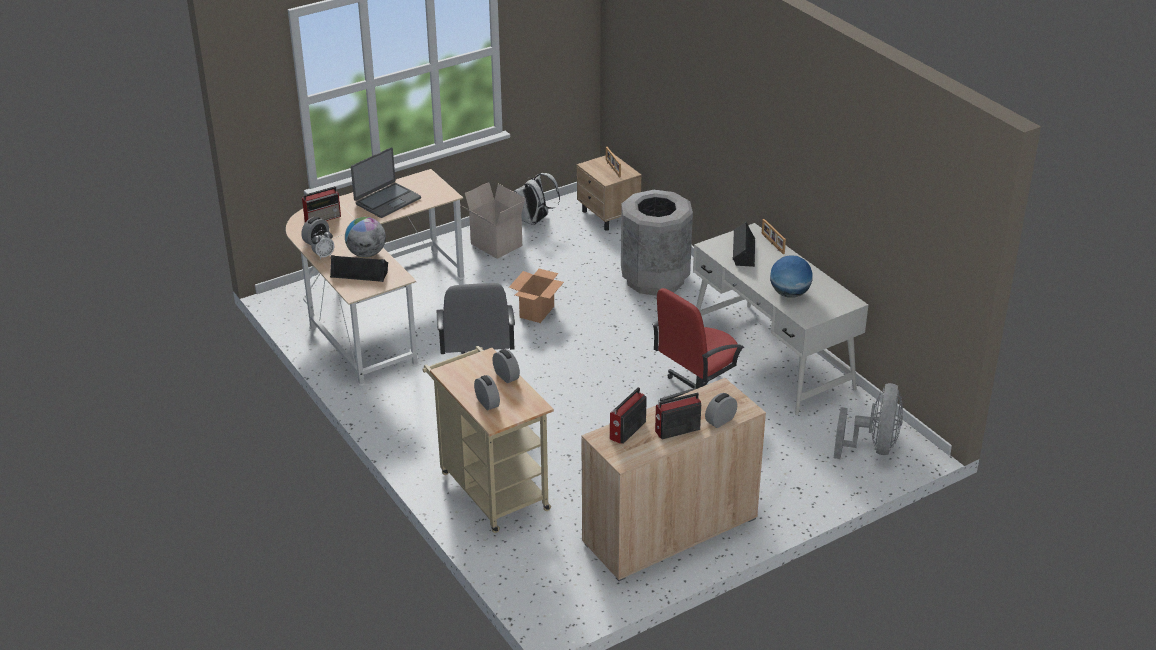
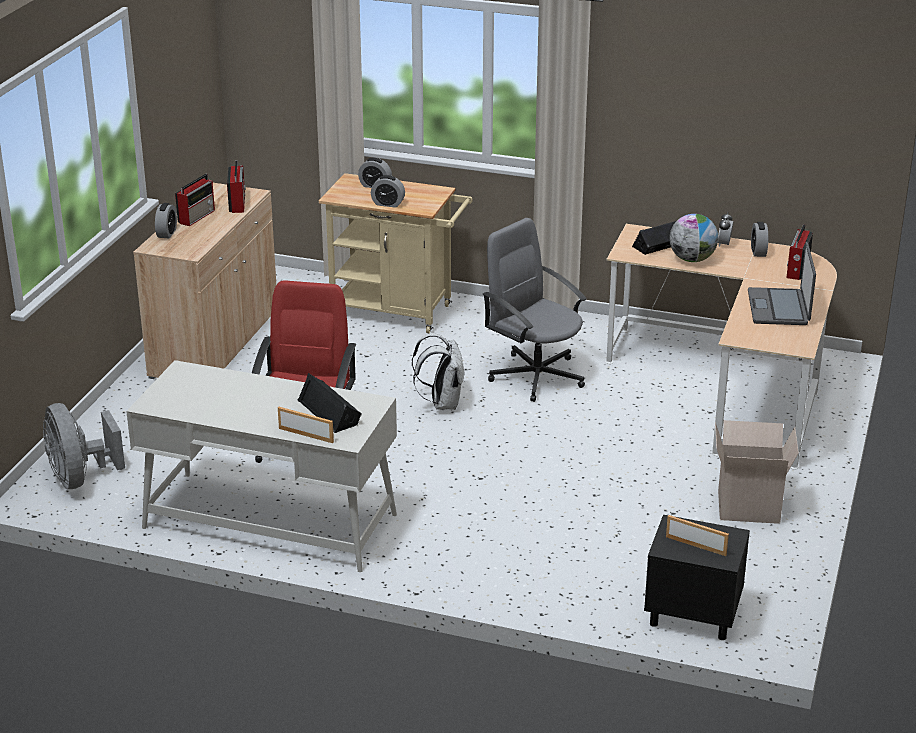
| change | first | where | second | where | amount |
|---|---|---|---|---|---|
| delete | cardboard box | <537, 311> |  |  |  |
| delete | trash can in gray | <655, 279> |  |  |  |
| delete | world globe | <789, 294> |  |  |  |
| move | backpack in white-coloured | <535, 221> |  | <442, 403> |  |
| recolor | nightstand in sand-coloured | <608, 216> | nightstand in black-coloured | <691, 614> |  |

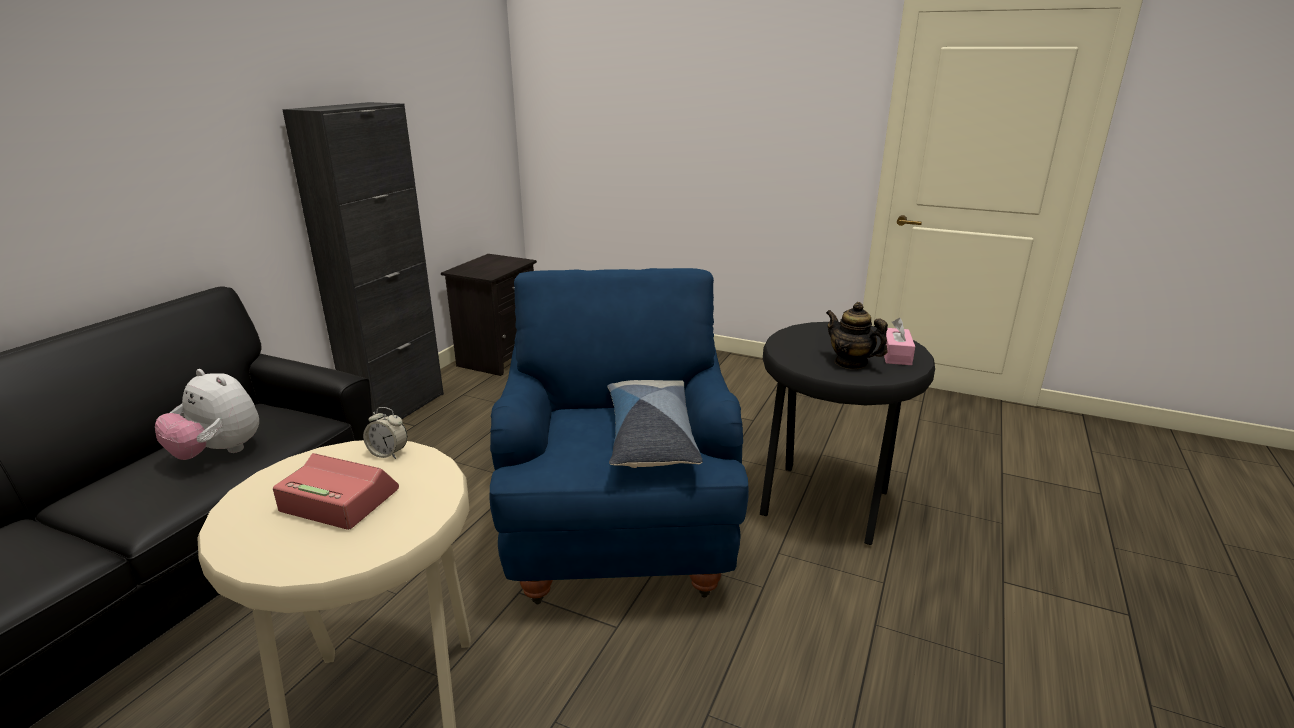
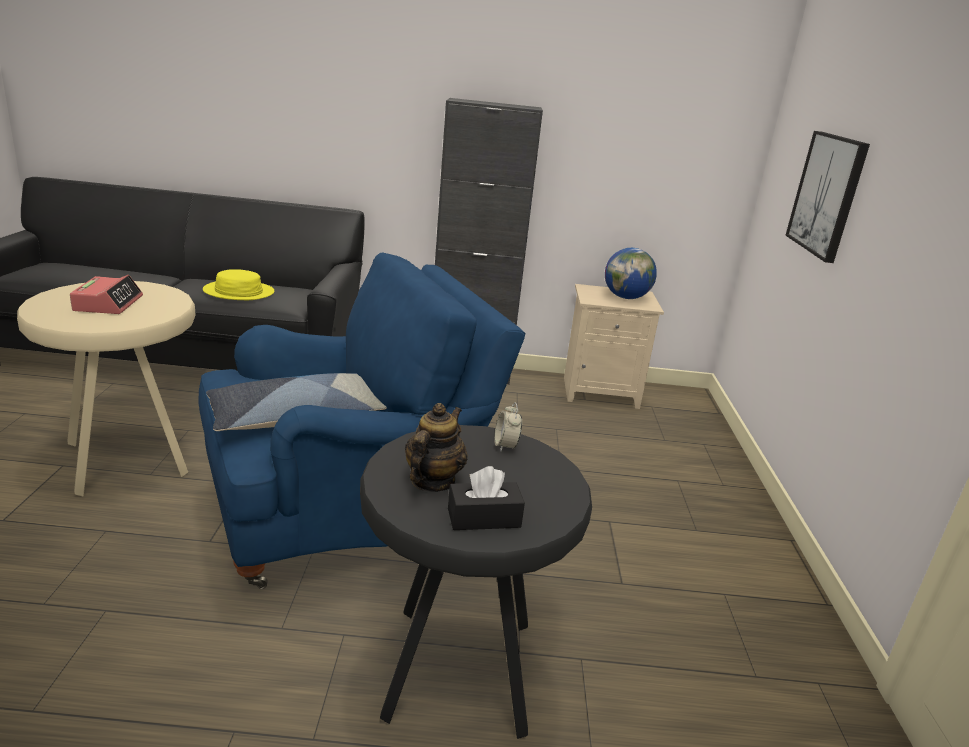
| change | first | where | second | where | amount |
|---|---|---|---|---|---|
| insert |  |  | world globe | <626, 297> |  |
| insert |  |  | picture | <827, 194> |  |
| move | table clock | <388, 453> |  | <506, 446> |  |
| replace | cuddly toy | <219, 452> | wearable hat in yellowish | <238, 292> |  |
| recolor | nightstand in black-coloured | <498, 357> | nightstand in sand-coloured | <601, 392> |  |
| recolor | tissue box in pink | <896, 355> | tissue box in black-coloured | <484, 518> |  |

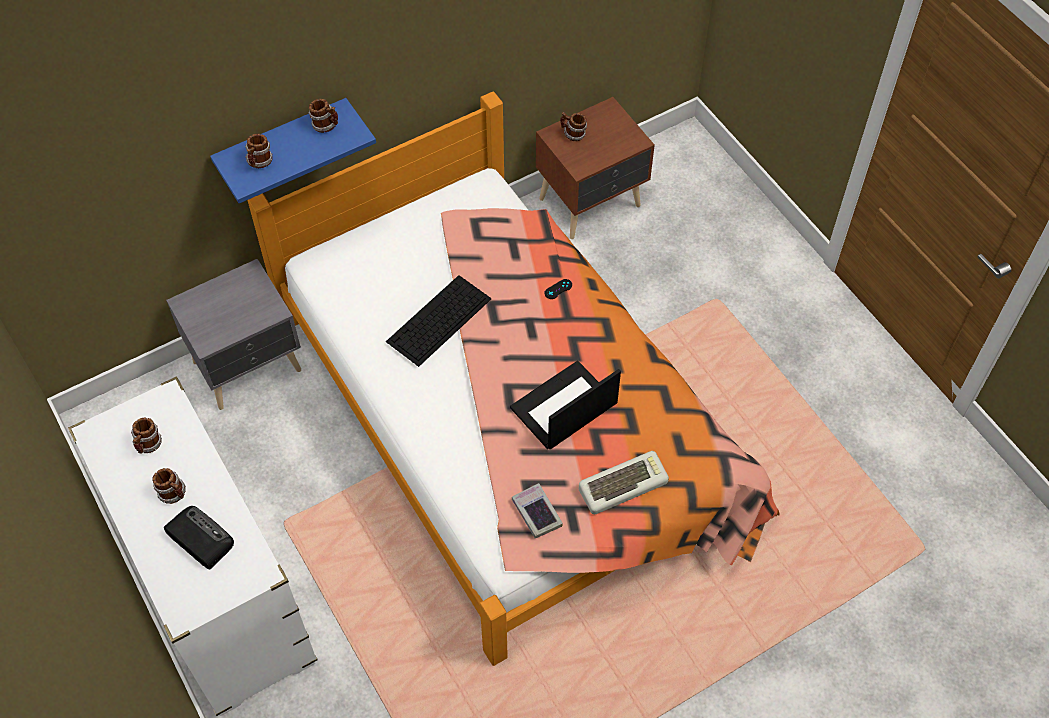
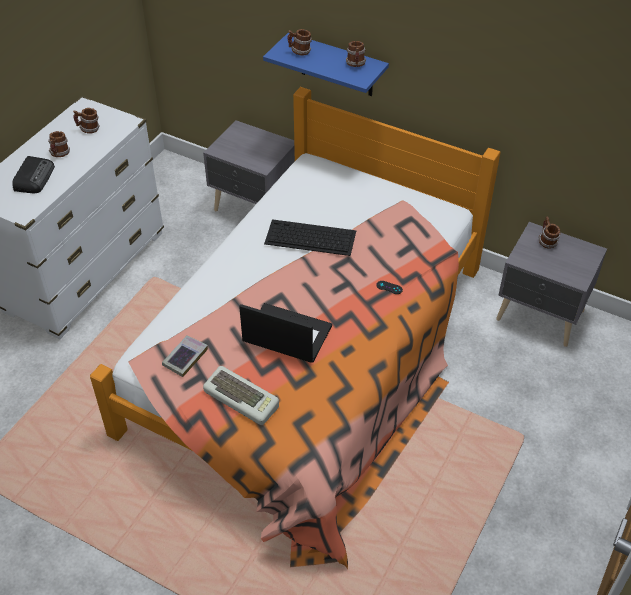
| change | first | where | second | where | amount |
|---|---|---|---|---|---|
| recolor | nightstand in brown | <592, 203> | nightstand in gray | <540, 317> |  |

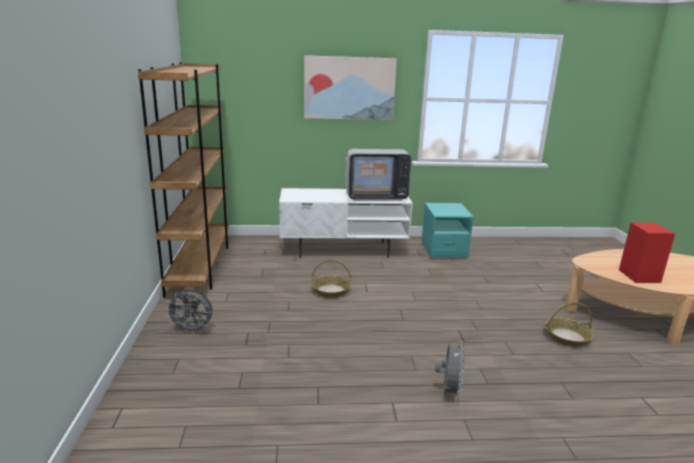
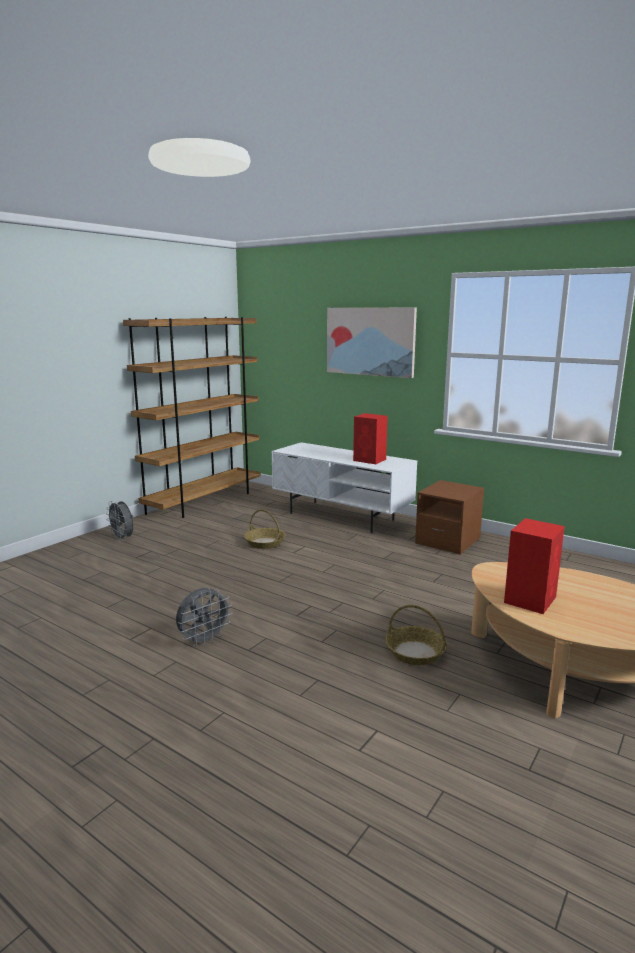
| change | first | where | second | where | amount |
|---|---|---|---|---|---|
| replace | TV set | <375, 195> | audio speaker in red | <370, 460> |  |
| recolor | nightstand in blue-green | <443, 250> | nightstand in brown | <448, 541> |  |

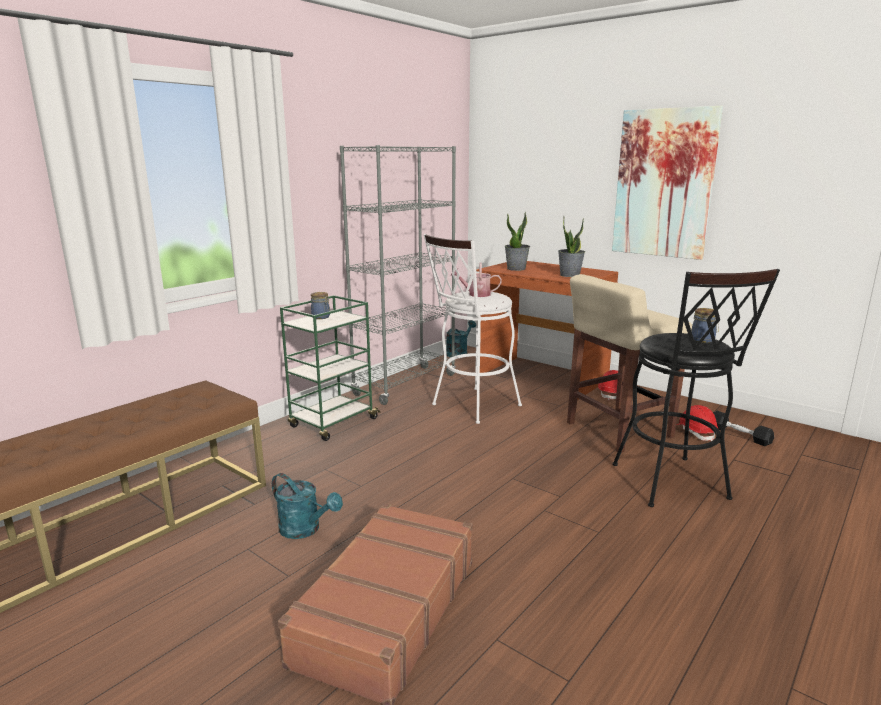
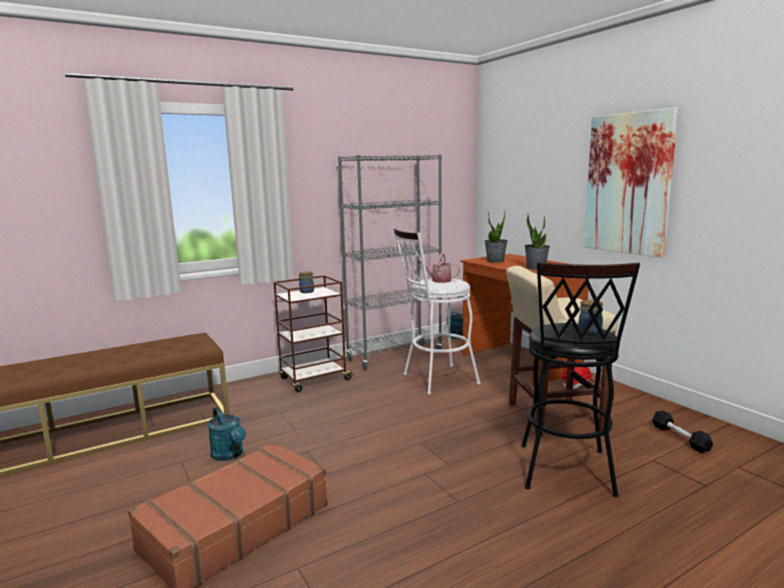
| change | first | where | second | where | amount |
|---|---|---|---|---|---|
| delete | safety helmet in red | <695, 432> |  |  |  |
| recolor | cart in green | <333, 423> | cart in brown | <314, 379> |  |

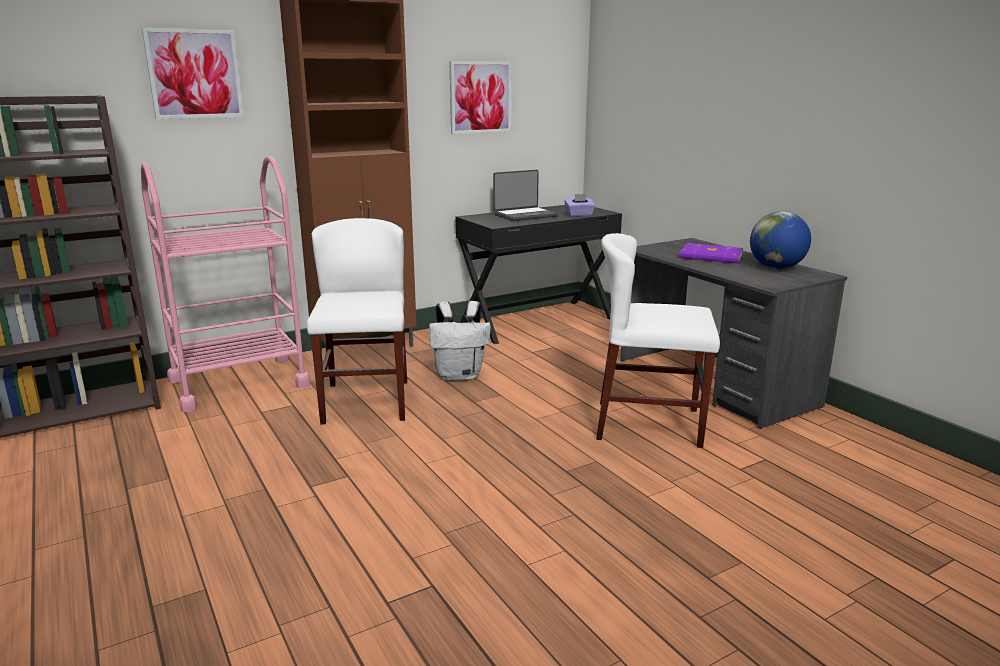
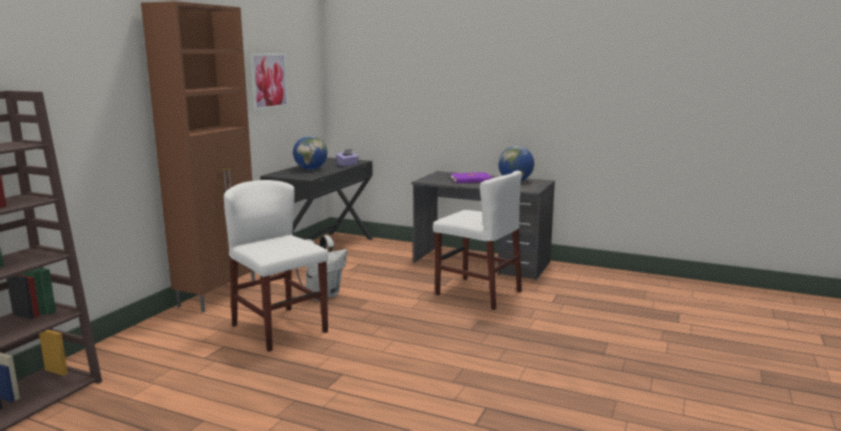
| change | first | where | second | where | amount |
|---|---|---|---|---|---|
| delete | cart in pink | <238, 383> |  |  |  |
| delete | picture | <194, 74> |  |  |  |
| replace | laptop | <524, 215> | world globe | <310, 169> |  |
| rotate | upright chair in white-coloured | <648, 424> |  | <478, 293> | 120 degrees counterclockwise |

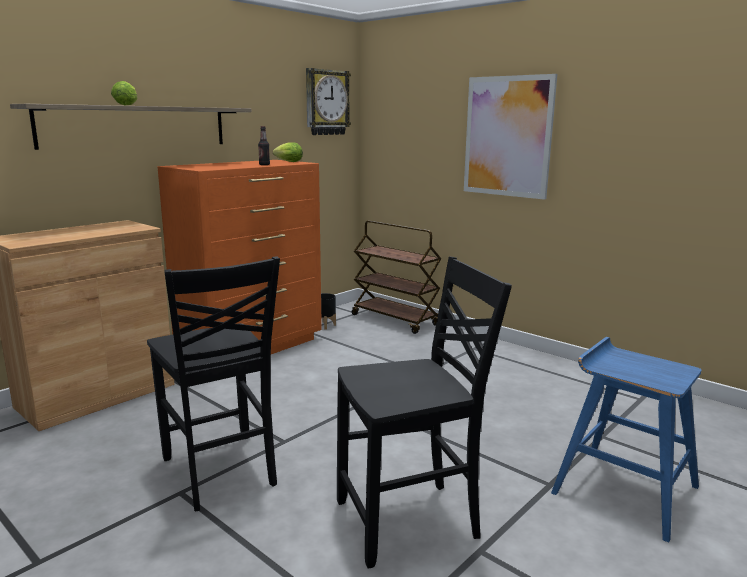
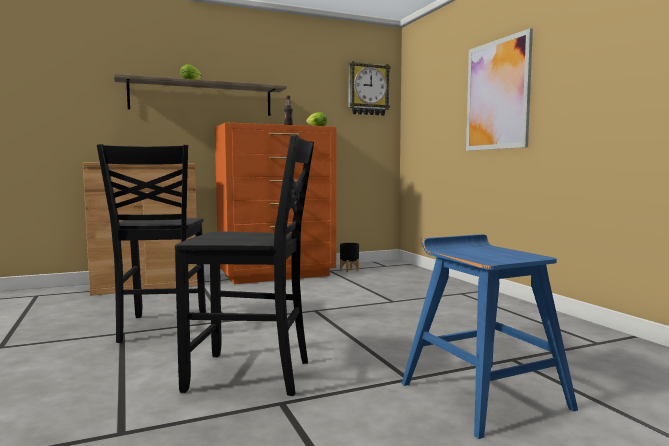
| change | first | where | second | where | amount |
|---|---|---|---|---|---|
| delete | cart in brown | <395, 320> |  |  |  |

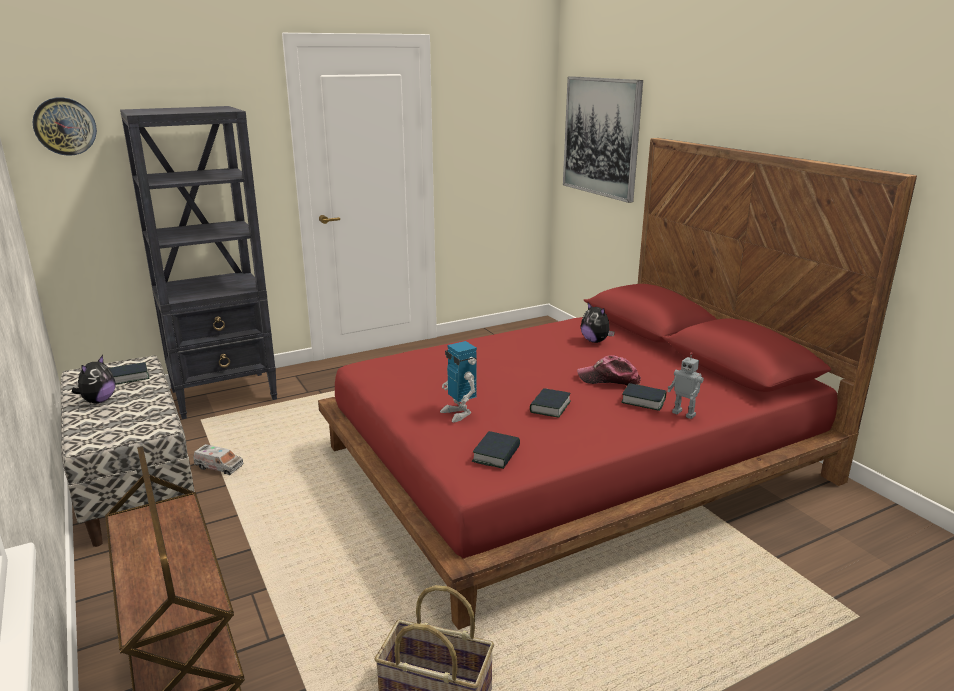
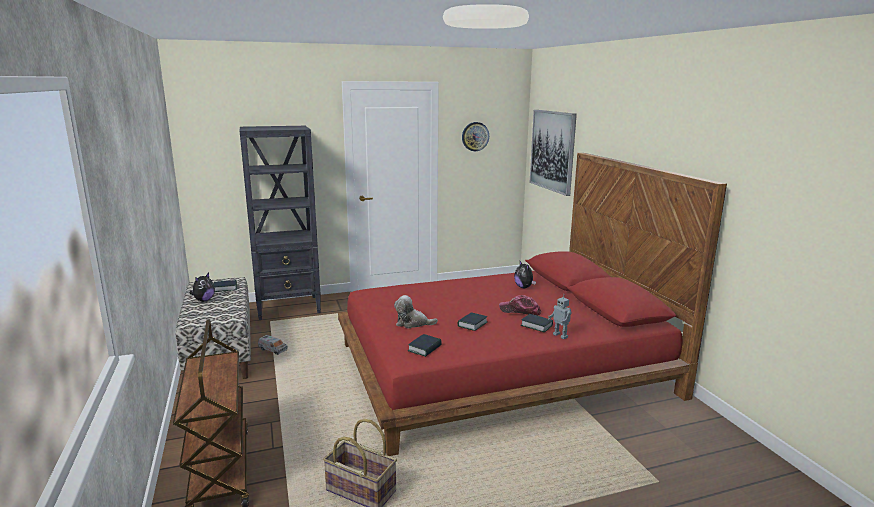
| change | first | where | second | where | amount |
|---|---|---|---|---|---|
| move | hanging clock | <65, 126> |  | <475, 136> |  |
| replace | robot figure | <459, 413> | cuddly toy | <412, 323> |  |

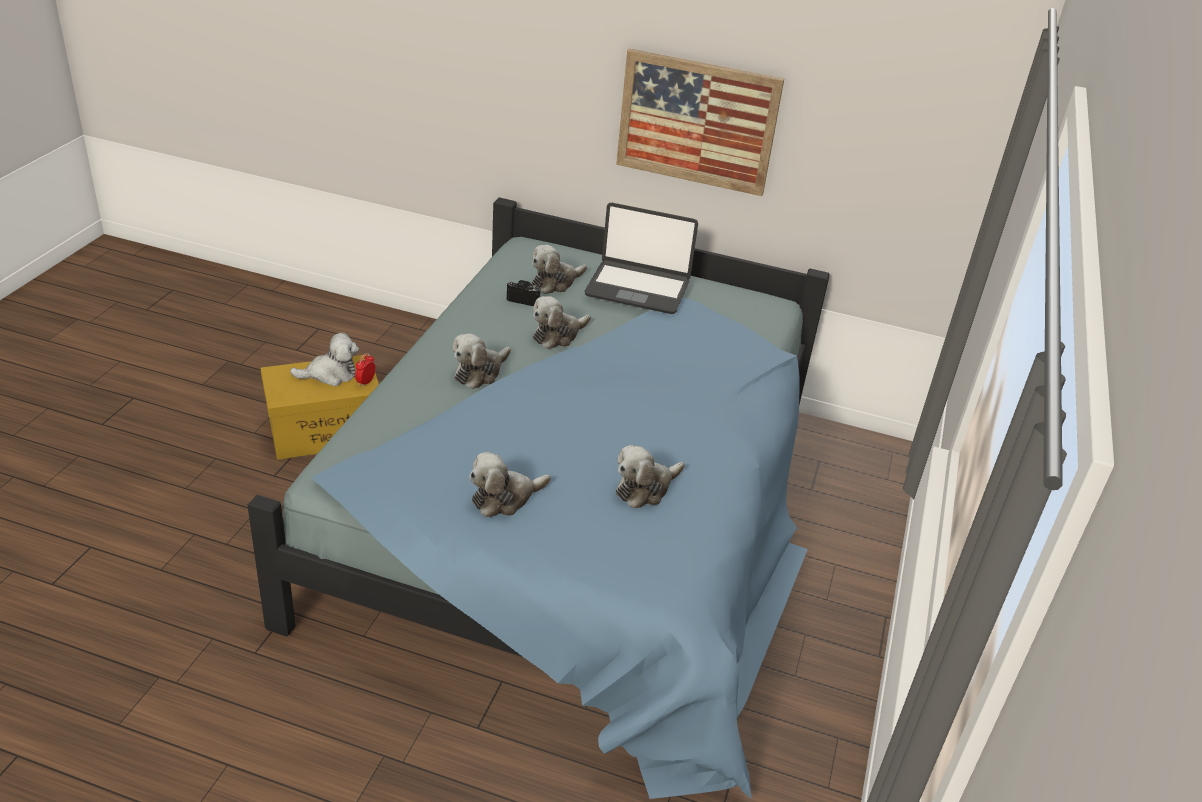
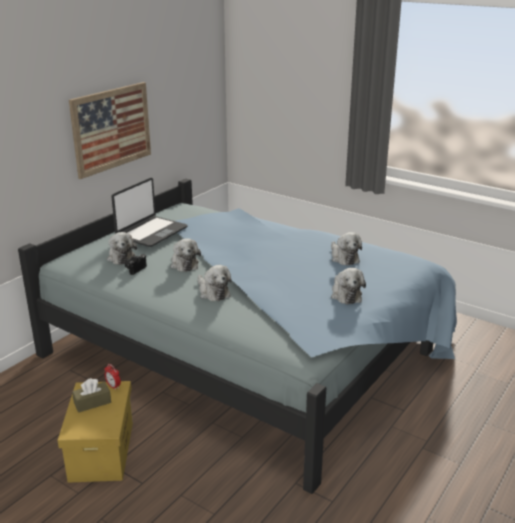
| change | first | where | second | where | amount |
|---|---|---|---|---|---|
| replace | cuddly toy | <330, 374> | tissue box in brown | <92, 402> |  |

